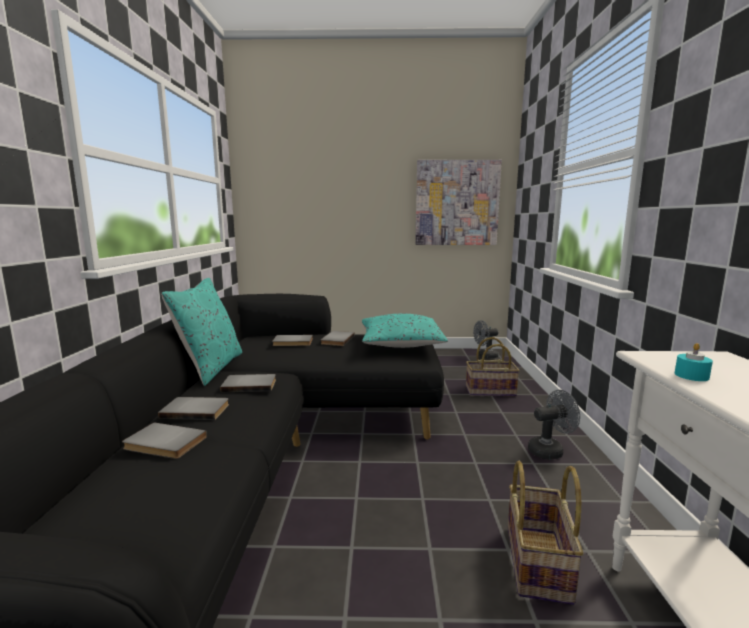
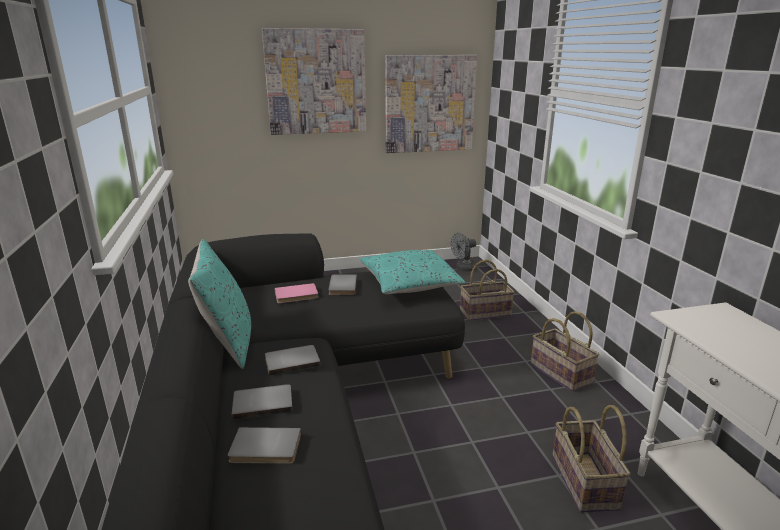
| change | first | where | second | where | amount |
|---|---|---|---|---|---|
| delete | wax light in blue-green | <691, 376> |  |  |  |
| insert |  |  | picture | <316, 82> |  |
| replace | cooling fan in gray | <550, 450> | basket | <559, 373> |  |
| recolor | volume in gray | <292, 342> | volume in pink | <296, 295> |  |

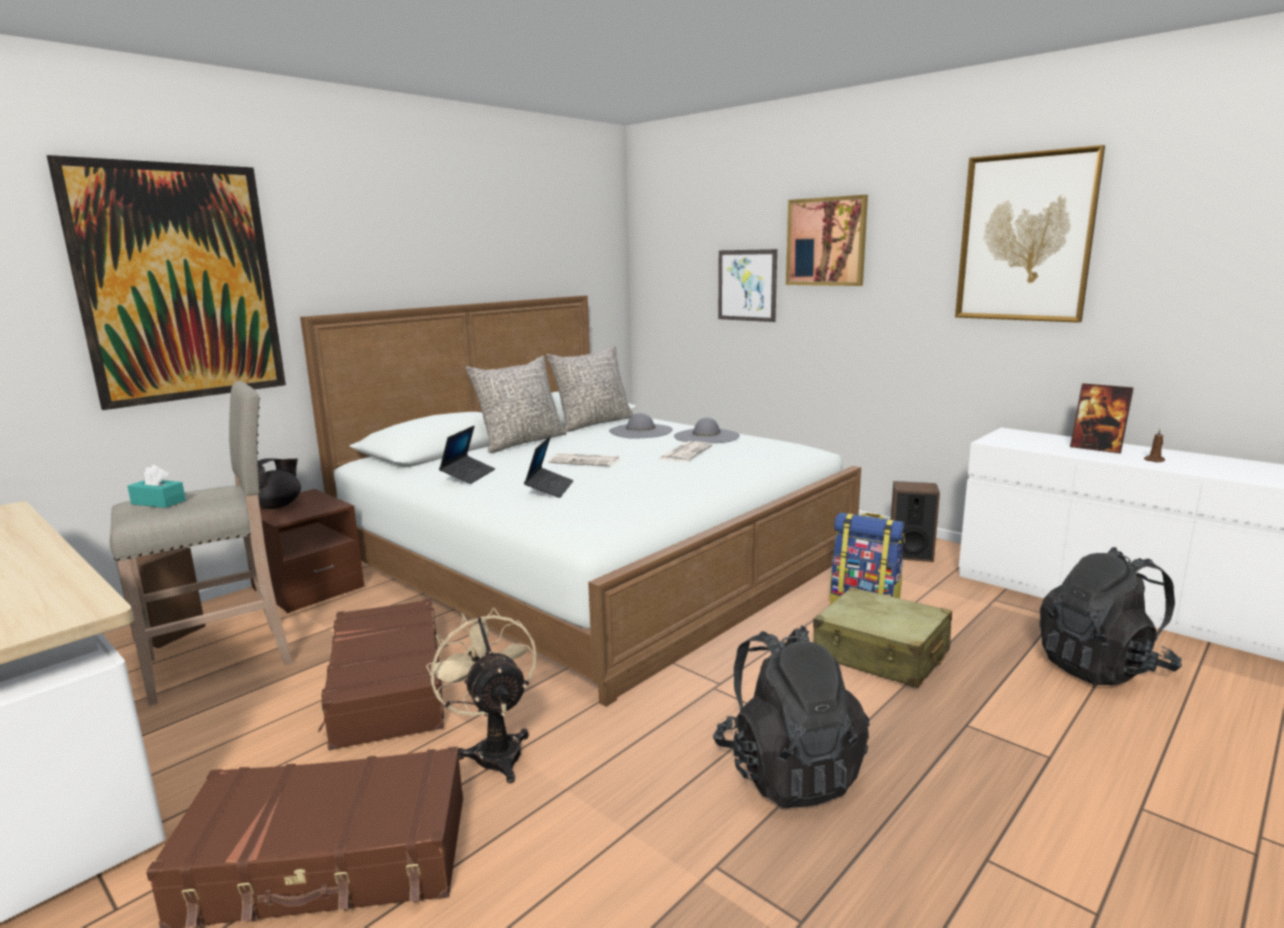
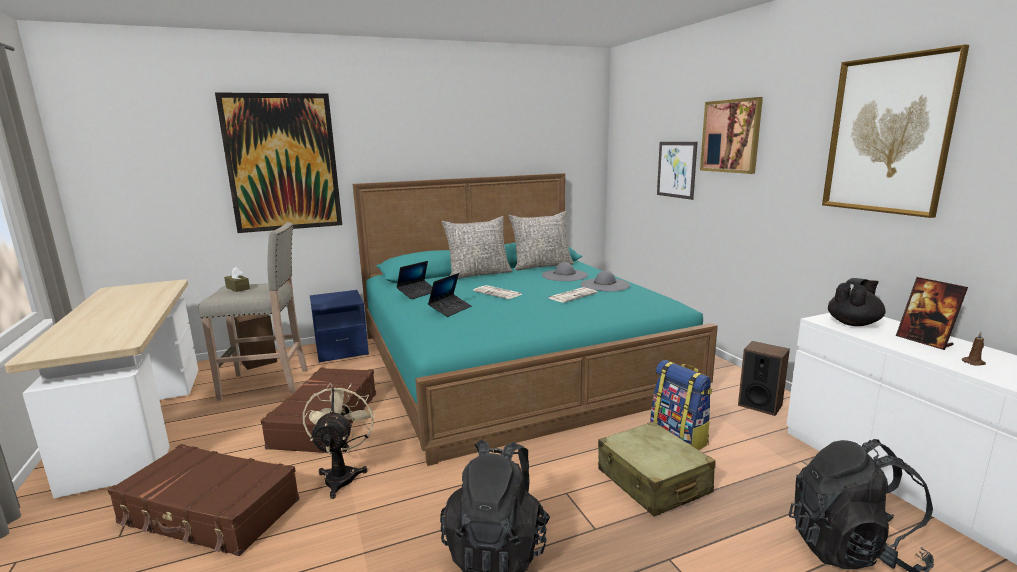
| change | first | where | second | where | amount |
|---|---|---|---|---|---|
| move | pot for tea in black-coloured | <277, 506> |  | <853, 323> |  |
| recolor | tissue box in blue-green | <158, 502> | tissue box in brown | <237, 288> |  |
| recolor | nightstand in brown | <308, 588> | nightstand in blue-coloured | <341, 350> |  |
| recolor | bedroom bed in white-coloured | <593, 559> | bedroom bed in blue-green | <514, 362> |  |

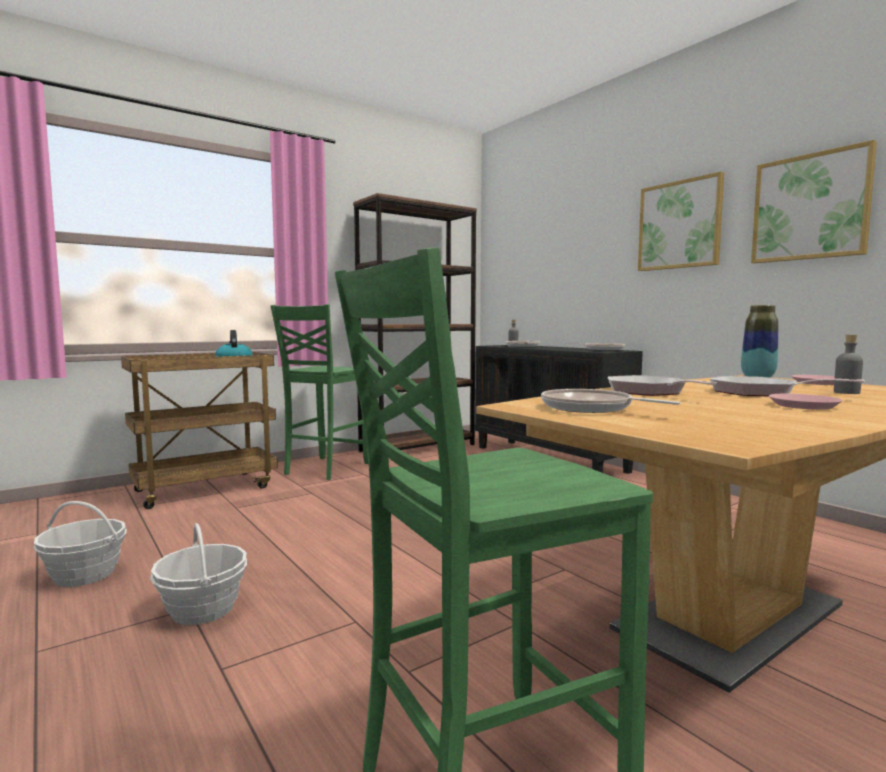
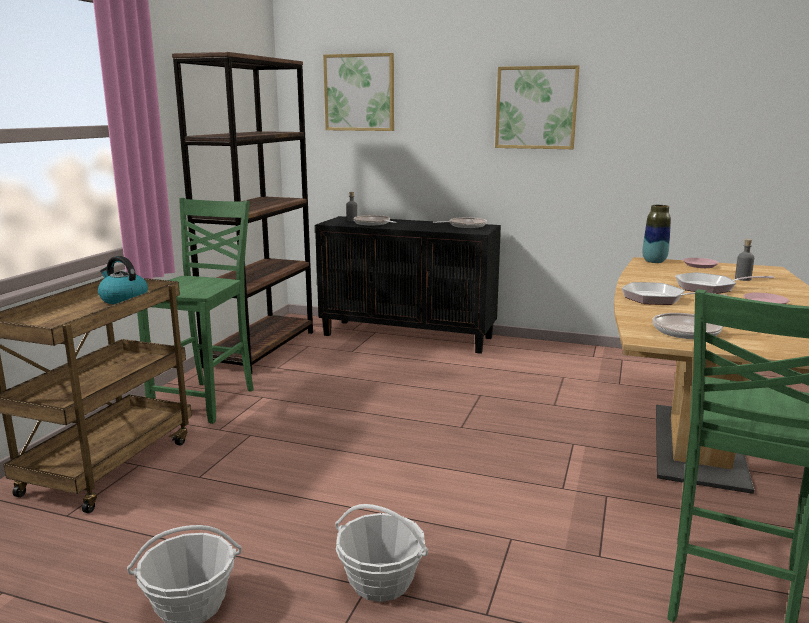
| change | first | where | second | where | amount |
|---|---|---|---|---|---|
| move | picture | <810, 207> |  | <359, 92> |  |
| rotate | upright chair in green | <325, 469> |  | <207, 401> | 150 degrees counterclockwise |

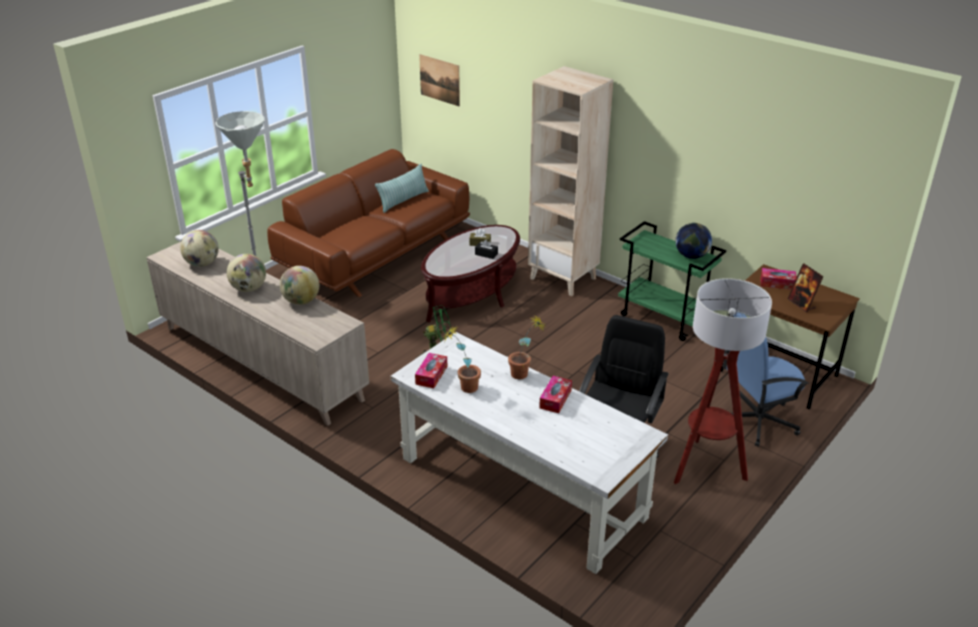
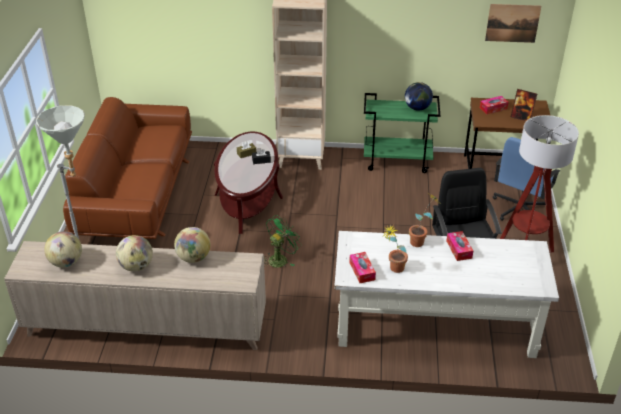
| change | first | where | second | where | amount |
|---|---|---|---|---|---|
| delete | cushion | <403, 200> |  |  |  |
| move | picture | <439, 80> |  | <512, 23> |  |

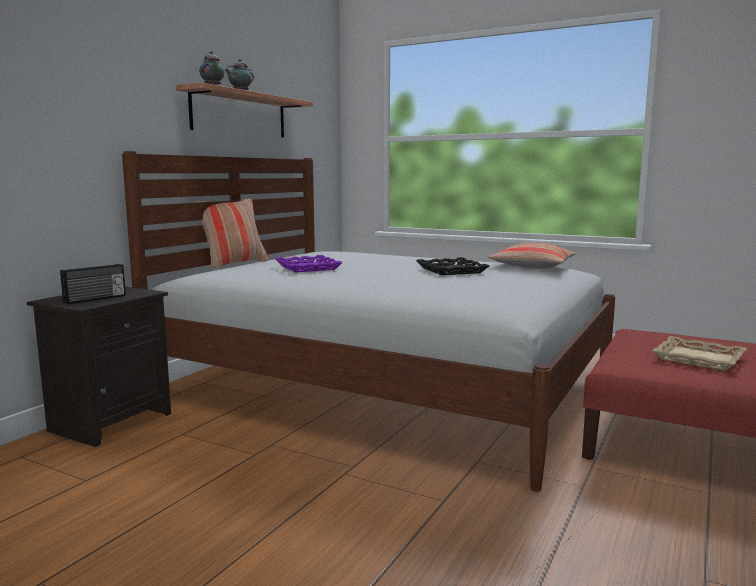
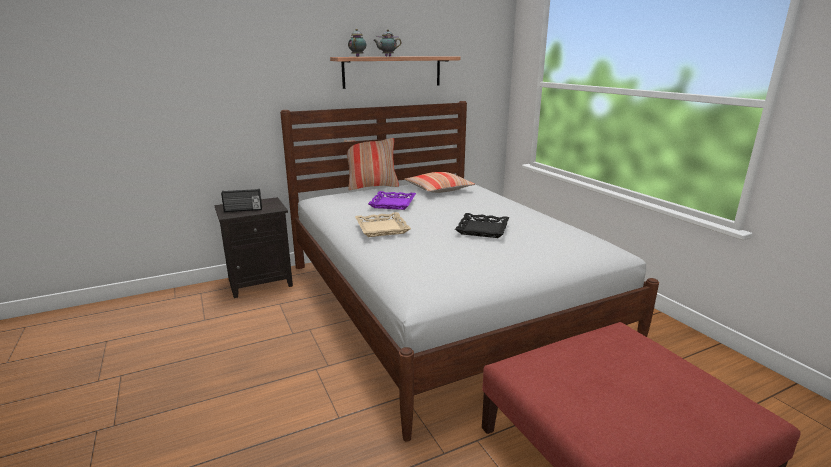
| change | first | where | second | where | amount |
|---|---|---|---|---|---|
| move | cushion | <532, 266> |  | <438, 189> |  |
| move | tray in sand-coloured | <698, 358> |  | <382, 228> |  |

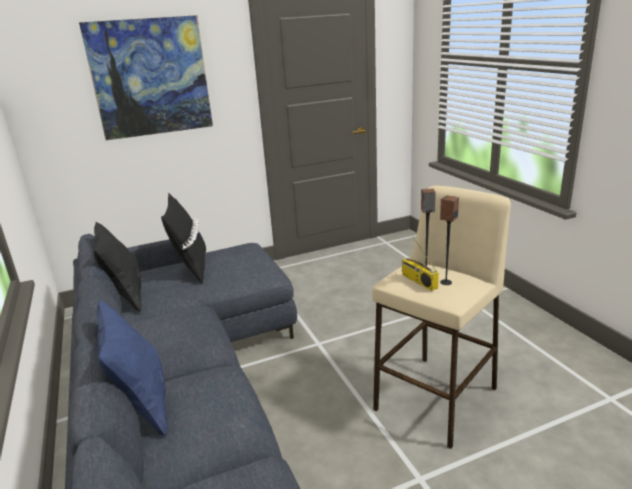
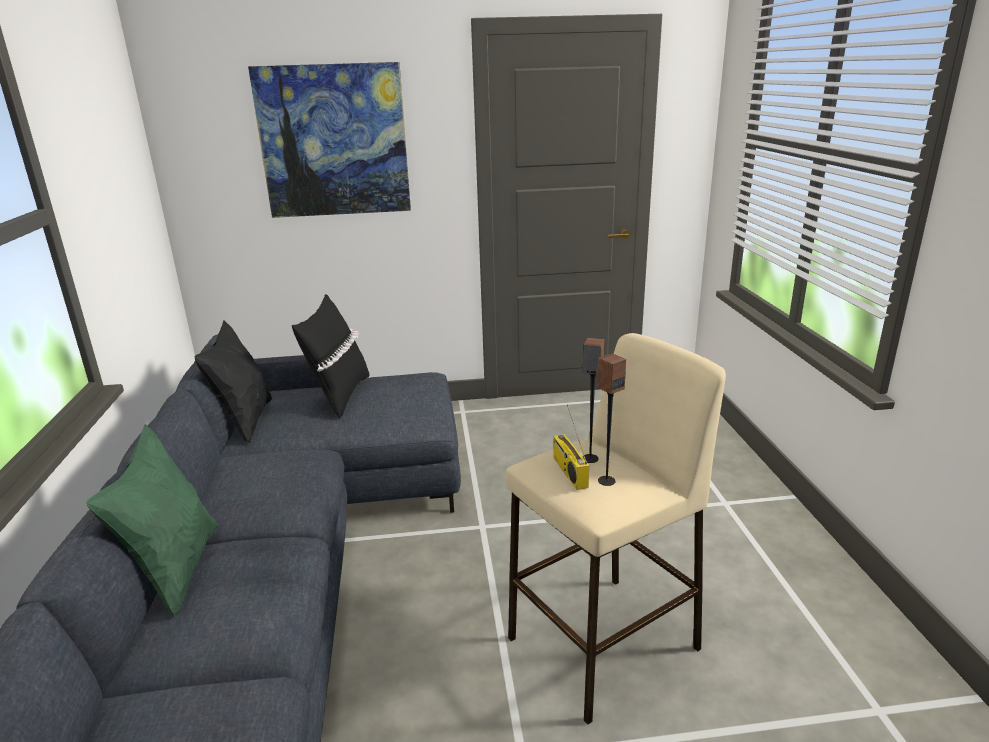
| change | first | where | second | where | amount |
|---|---|---|---|---|---|
| recolor | cushion in blue-coloured | <142, 406> | cushion in green | <175, 570> |  |

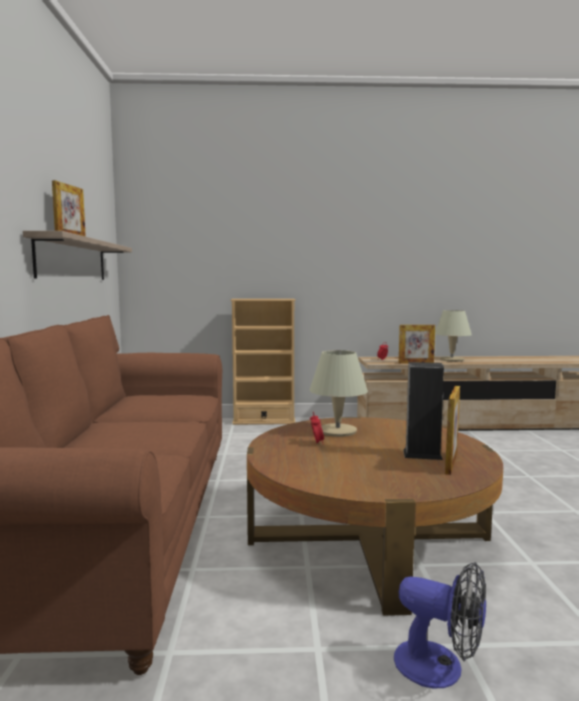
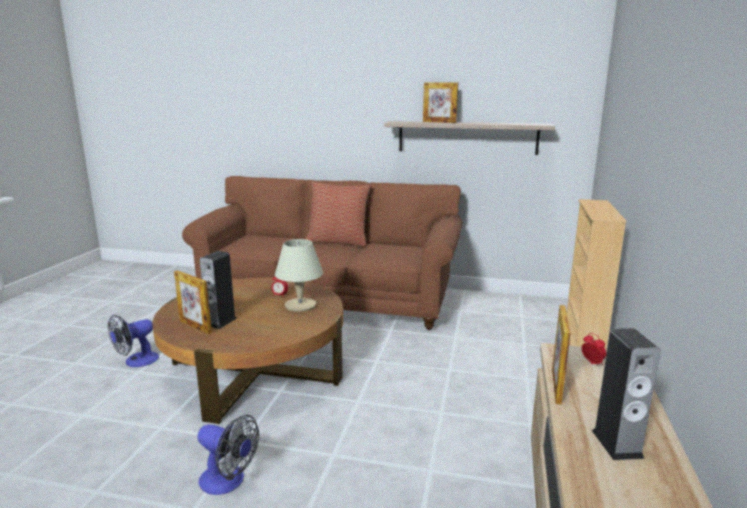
| change | first | where | second | where | amount |
|---|---|---|---|---|---|
| insert |  |  | cooling fan | <228, 481> |  |
| insert |  |  | cushion | <338, 242> |  |
| replace | lamp for a table in sand-coloured | <451, 359> | audio speaker | <617, 444> |  |

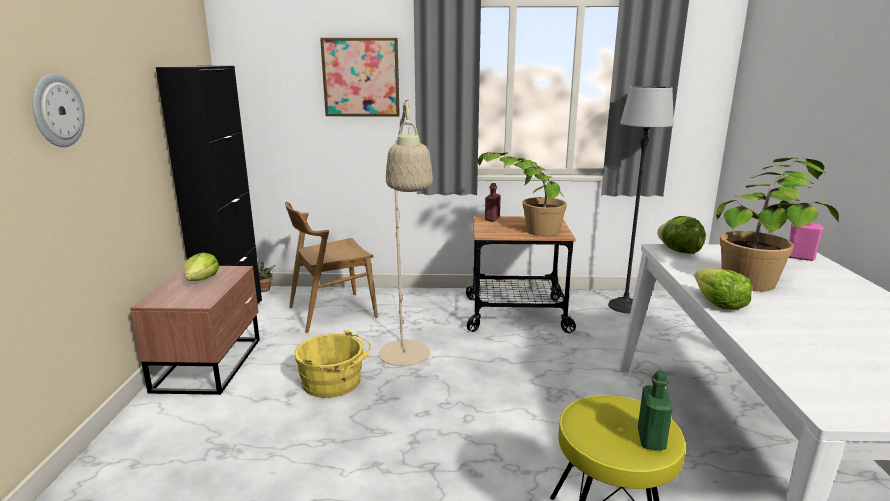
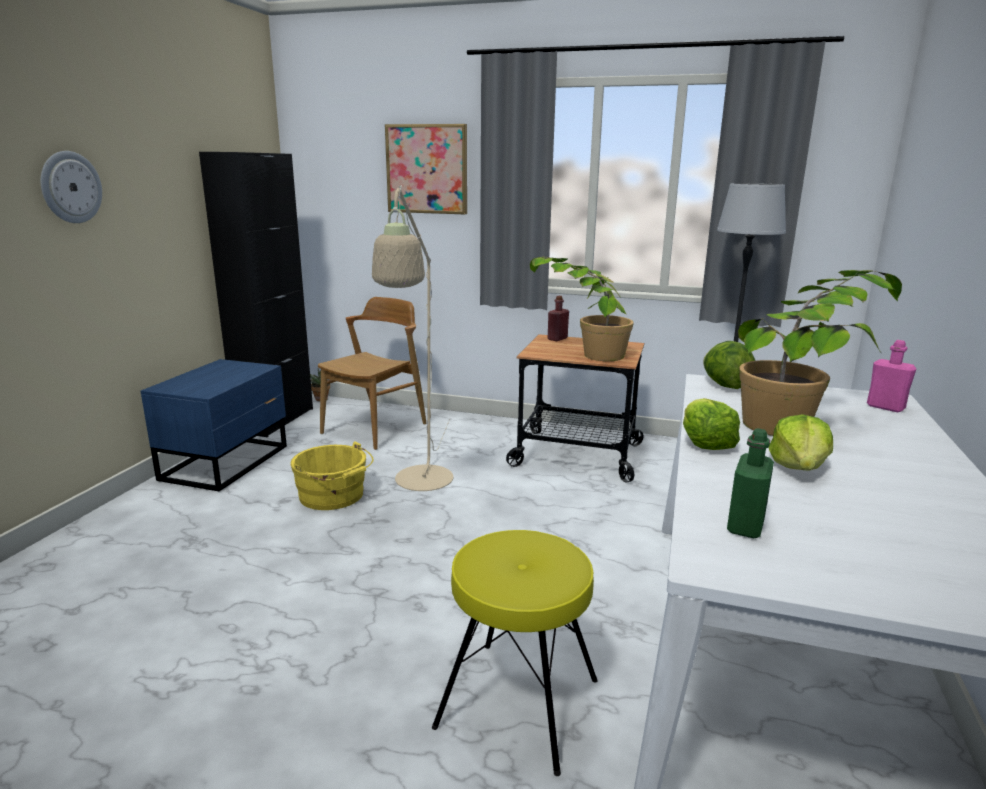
| change | first | where | second | where | amount |
|---|---|---|---|---|---|
| move | lettuce | <202, 279> |  | <799, 467> |  |
| move | bottle in green | <651, 439> |  | <745, 526> |  |
| recolor | nightstand in brown | <211, 364> | nightstand in blue-coloured | <228, 462> |  |
| rotate | upright chair in brown | <332, 312> |  | <375, 428> | 135 degrees clockwise |

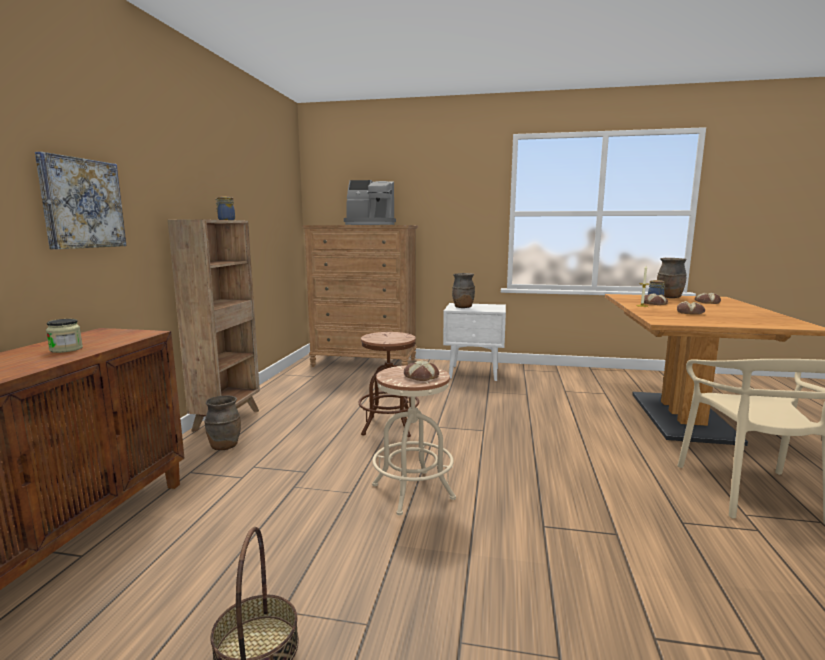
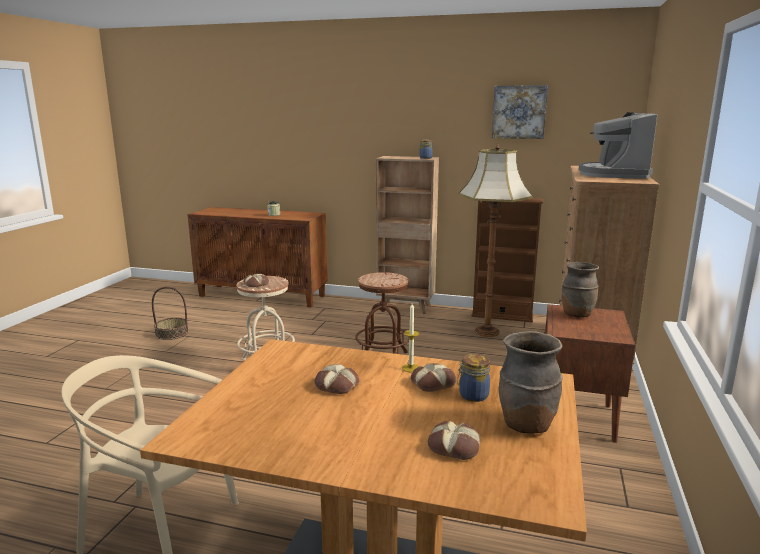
| change | first | where | second | where | amount |
|---|---|---|---|---|---|
| delete | decorative vase in brown | <224, 446> |  |  |  |
| insert |  |  | standing lamp | <487, 332> |  |
| insert |  |  | bookcase in brown | <502, 316> |  |
| move | picture | <81, 203> |  | <519, 112> |  |
| recolor | nightstand in white-coloured | <475, 373> | nightstand in brown | <577, 419> |  |

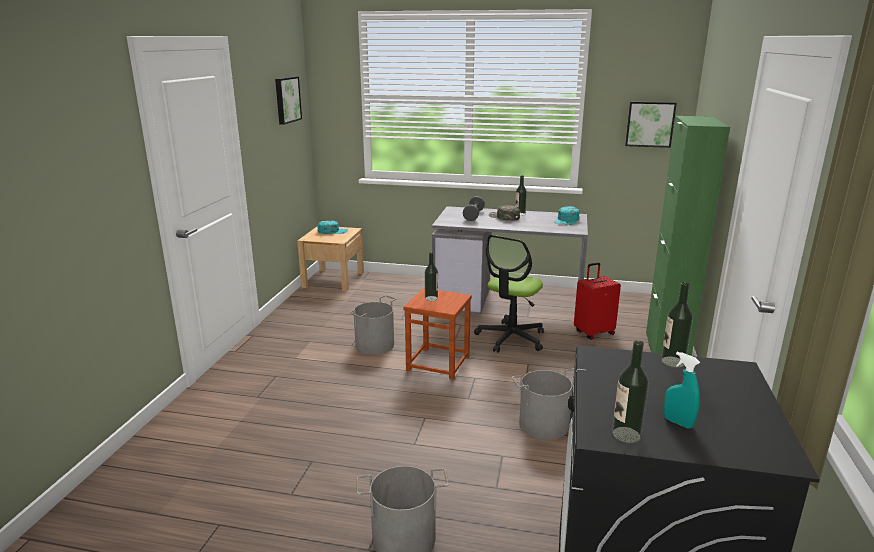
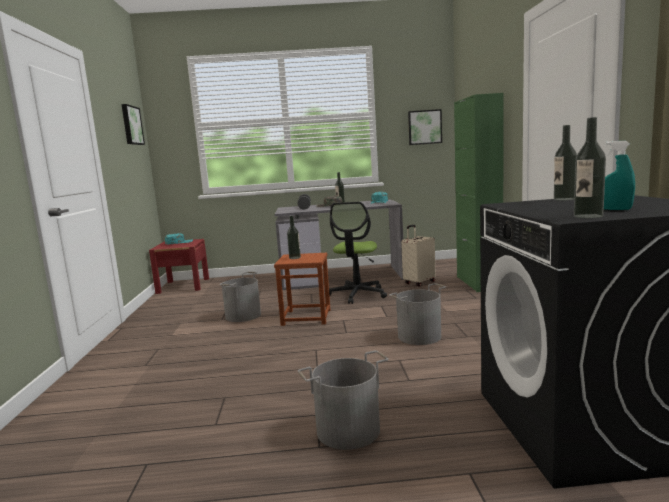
| change | first | where | second | where | amount |
|---|---|---|---|---|---|
| recolor | nightstand in sand-coloured | <333, 280> | nightstand in red | <183, 286> |  |
| recolor | piece of luggage in red | <593, 333> | piece of luggage in sand-coloured | <419, 283> |  |

